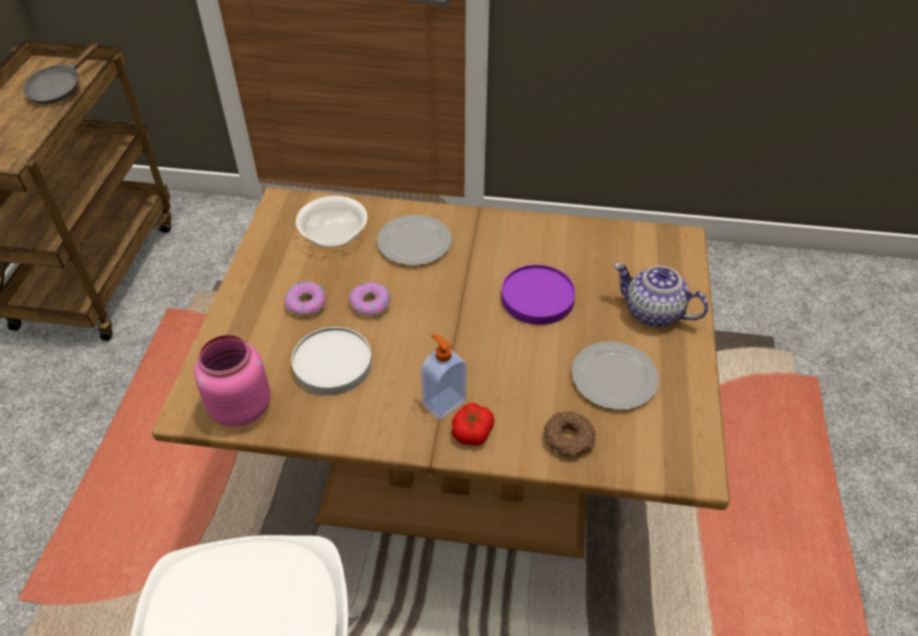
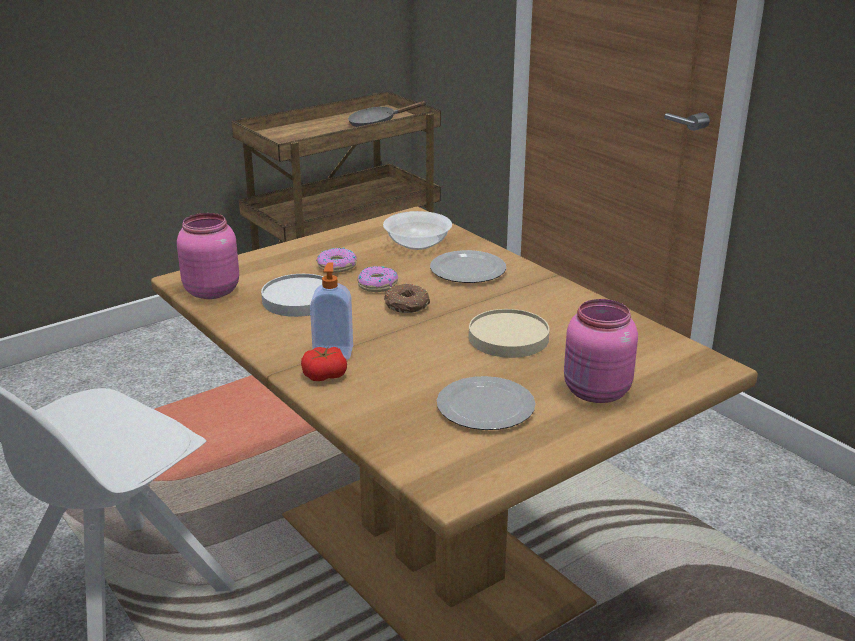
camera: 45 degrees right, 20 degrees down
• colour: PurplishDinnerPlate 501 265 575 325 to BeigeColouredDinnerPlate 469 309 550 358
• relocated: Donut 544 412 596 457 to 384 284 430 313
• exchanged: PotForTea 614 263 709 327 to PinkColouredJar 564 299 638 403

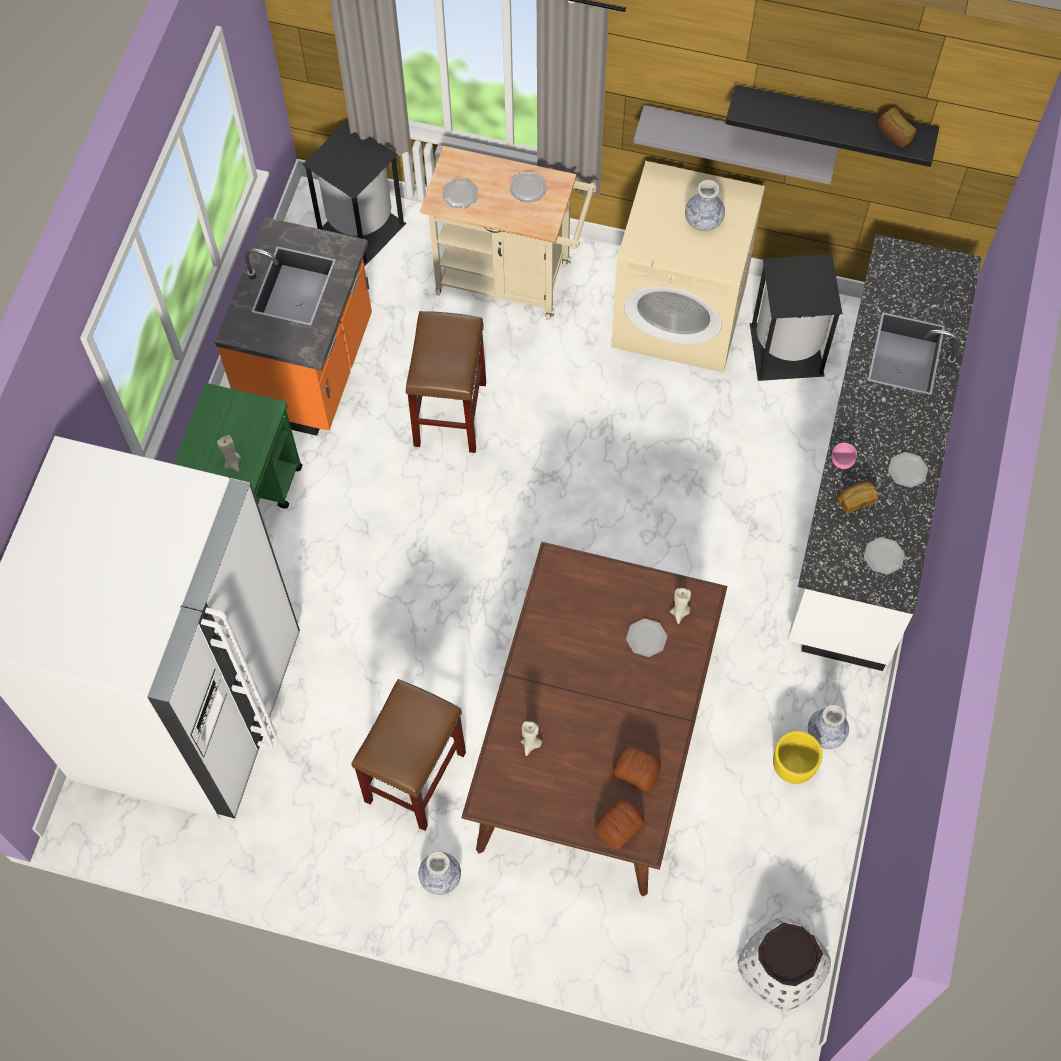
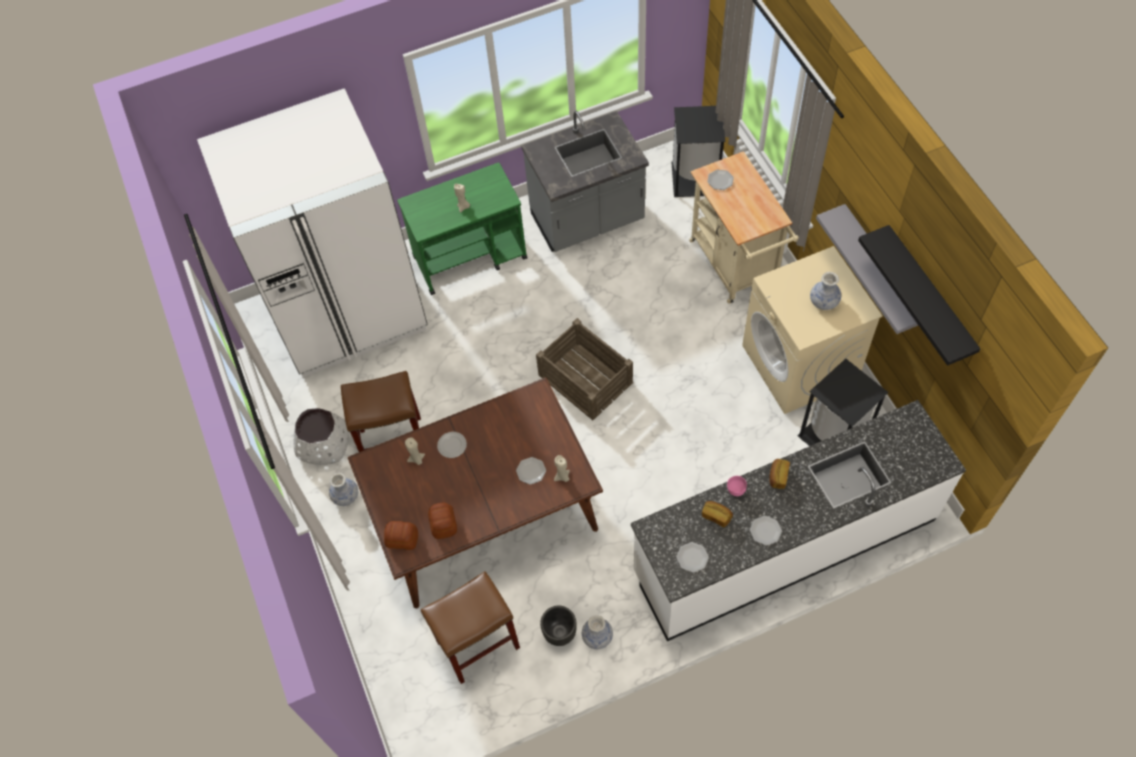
camera: 55 degrees right, 5 degrees down
• colour: OrangeColouredKitchenBaseUnit 215 217 372 436 to GreyishKitchenBaseUnit 521 111 649 252
• relocated: BrownStoolSeat 406 311 486 453 to 421 571 520 684
• relocated: DinnerPlate 510 172 547 202 to 437 432 467 458
• relocated: WhitishPlanter 737 917 831 1011 to 293 408 349 465
• colour: YellowPlanter 773 731 823 784 to BlackColouredPlanter 540 606 577 646
• relocated: BakedBread 878 108 916 147 to 769 459 790 489
• appeared: ShippingCrate 536 318 633 420

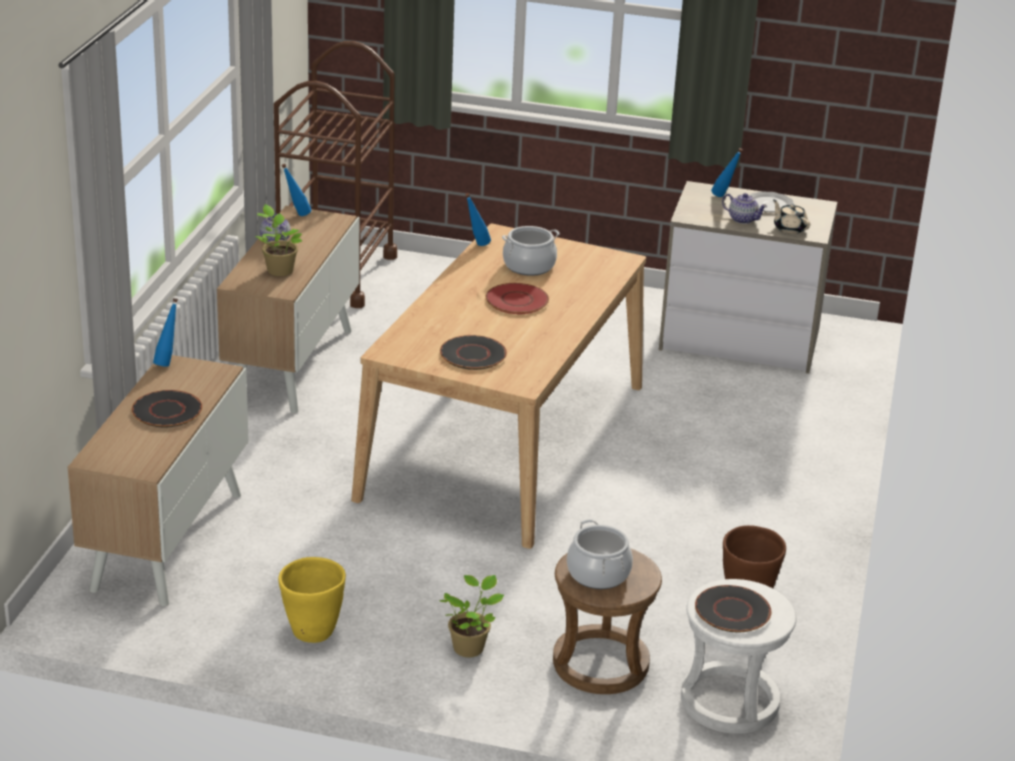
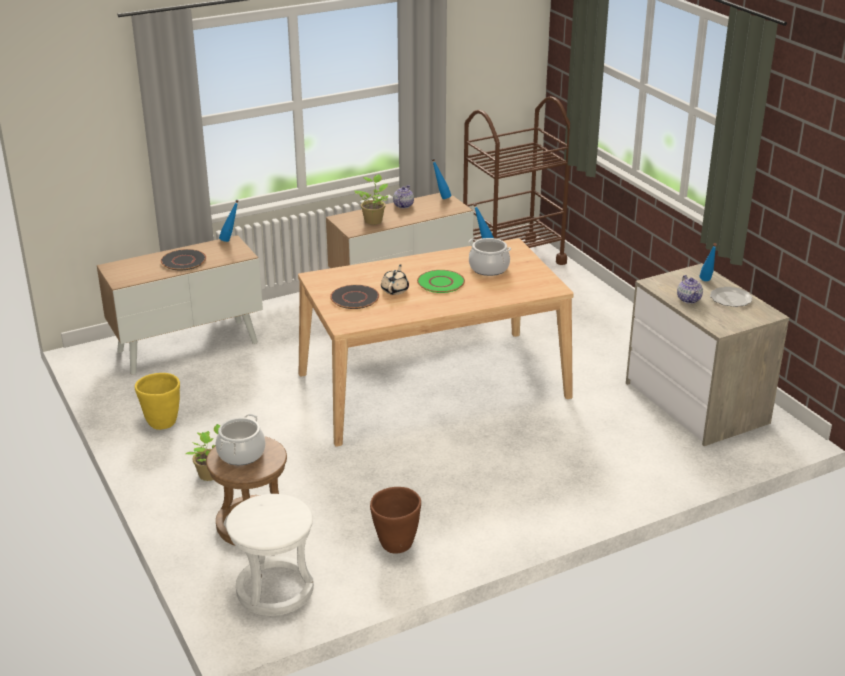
camera: 50 degrees right, 0 degrees up
• colour: RedDinnerPlate 486 283 549 314 to GreenDinnerPlate 417 270 465 293
• missing: BlackColouredDinnerPlate 695 585 771 632
• relocated: BeigeColouredPotForTea 773 199 810 234 to 381 264 409 295

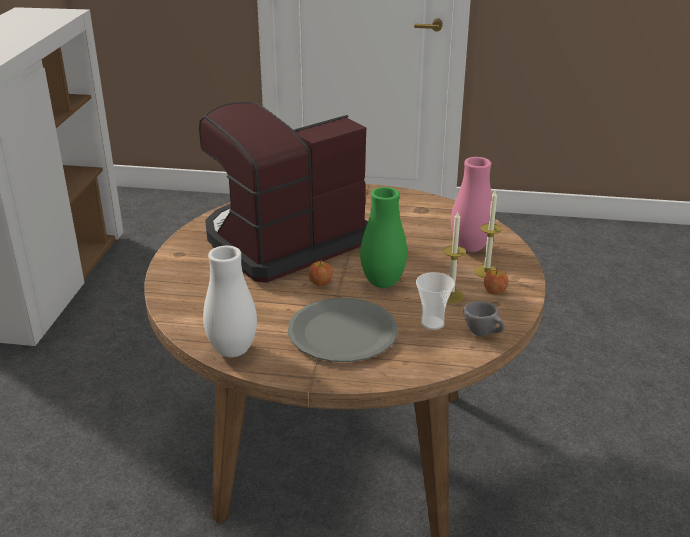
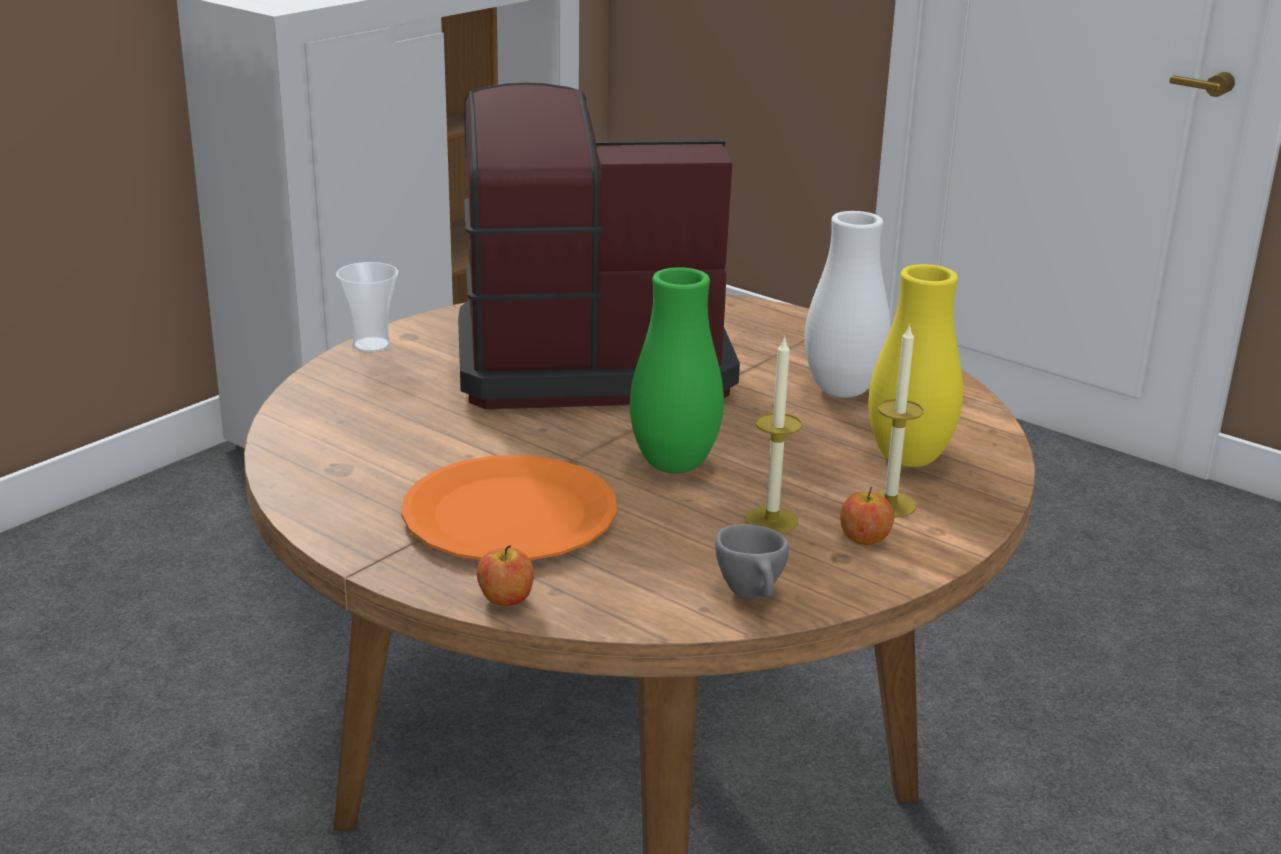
camera: 30 degrees right, 5 degrees down
• relocated: WhitishVase 203 246 257 357 to 805 211 890 398
• colour: GreyishDinnerPlate 288 298 398 362 to OrangeColouredDinnerPlate 401 455 617 560
• relocated: WholeApple 308 260 333 286 to 477 545 534 606
• relocated: Cup 416 272 455 330 to 336 262 398 353
• colour: PinkColouredVase 451 157 495 252 to YellowVase 869 264 963 467

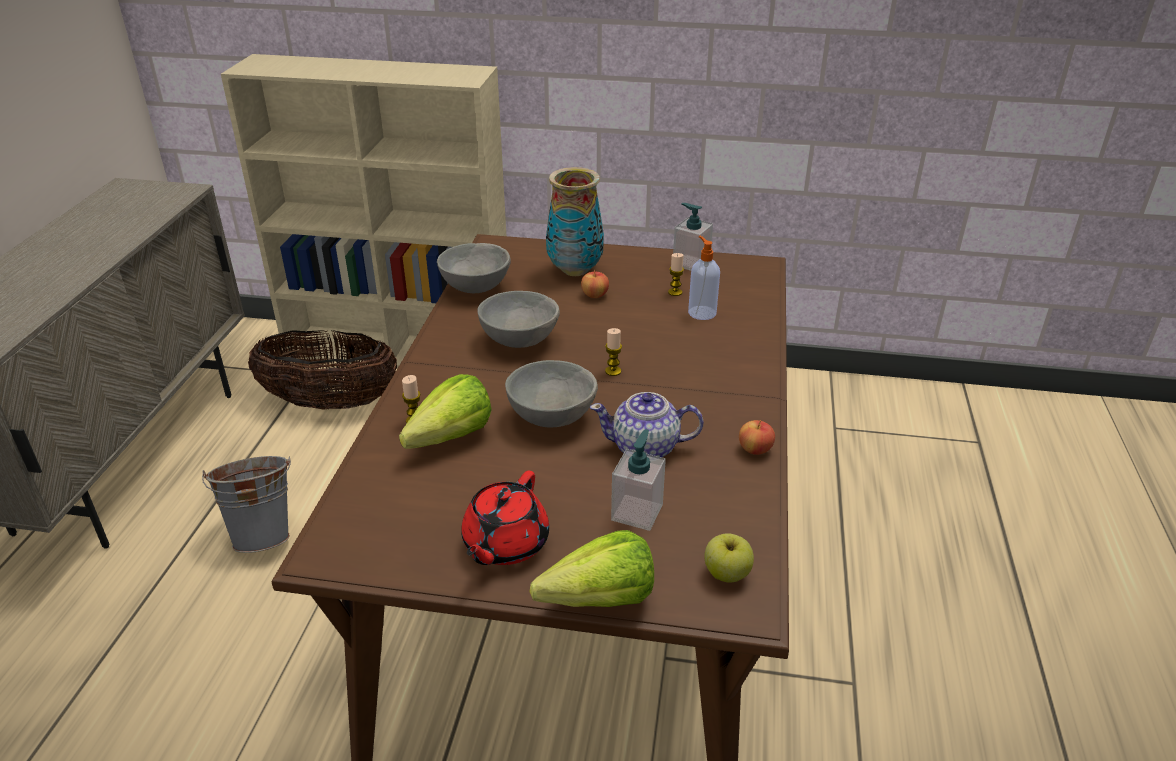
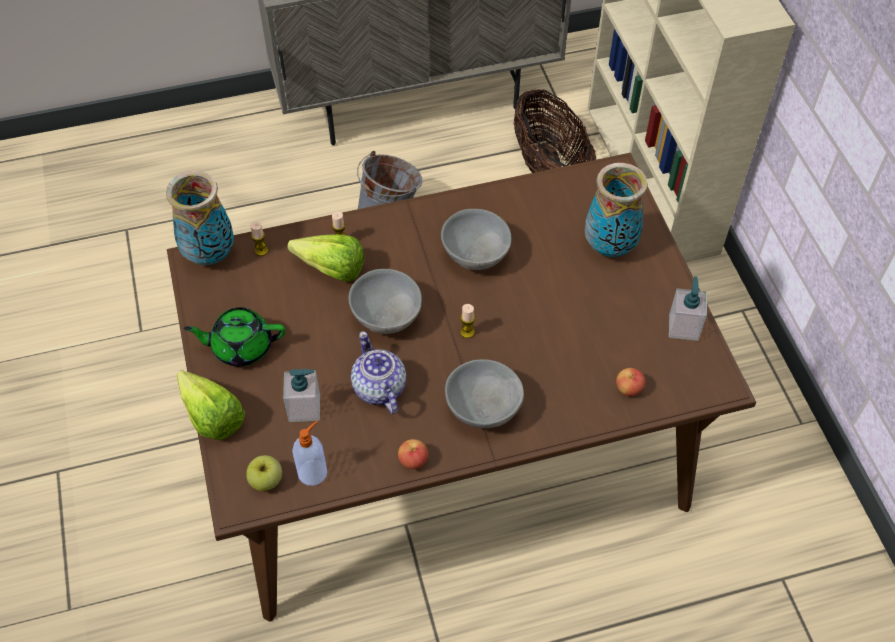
camera: 65 degrees right, 20 degrees up
• relocated: GreyishDeepDish 437 243 511 293 to 445 359 524 428
• colour: RedPotForTea 461 471 549 565 to GreenPotForTea 184 307 285 366
• relocated: WholeApple 581 270 609 298 to 616 368 645 396
• relocated: WaxCandle 668 253 684 296 to 250 222 268 256
• relocated: LiquidSoapBottle 688 236 720 320 to 292 421 327 486
• appeared: Vase 166 171 234 265

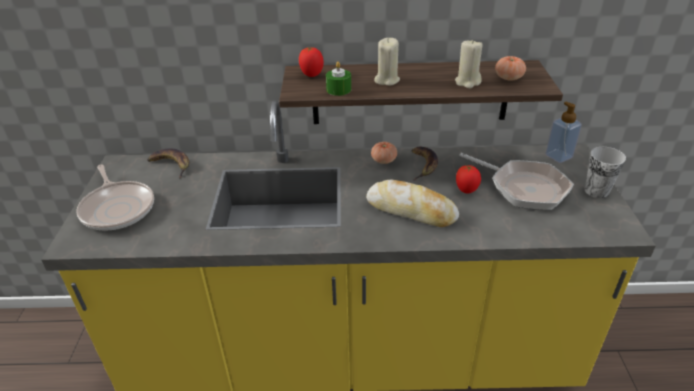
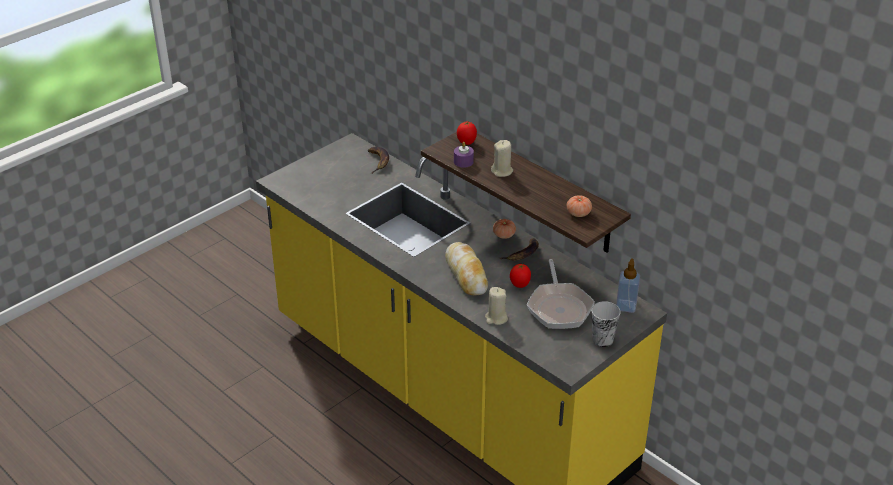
camera: 45 degrees right, 0 degrees up
• missing: Skillet 76 164 154 231
• colour: GreenWaxCandle 326 61 351 96 to PurplishWaxCandle 454 142 474 168
• relocated: BeigeColouredWaxCandle 455 39 483 89 to 485 287 508 325

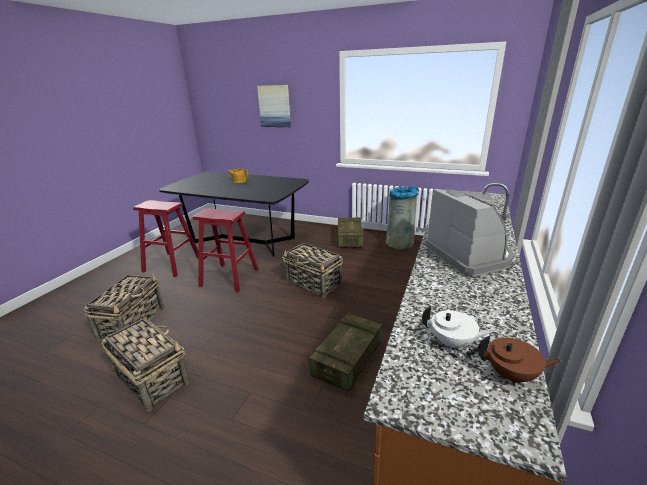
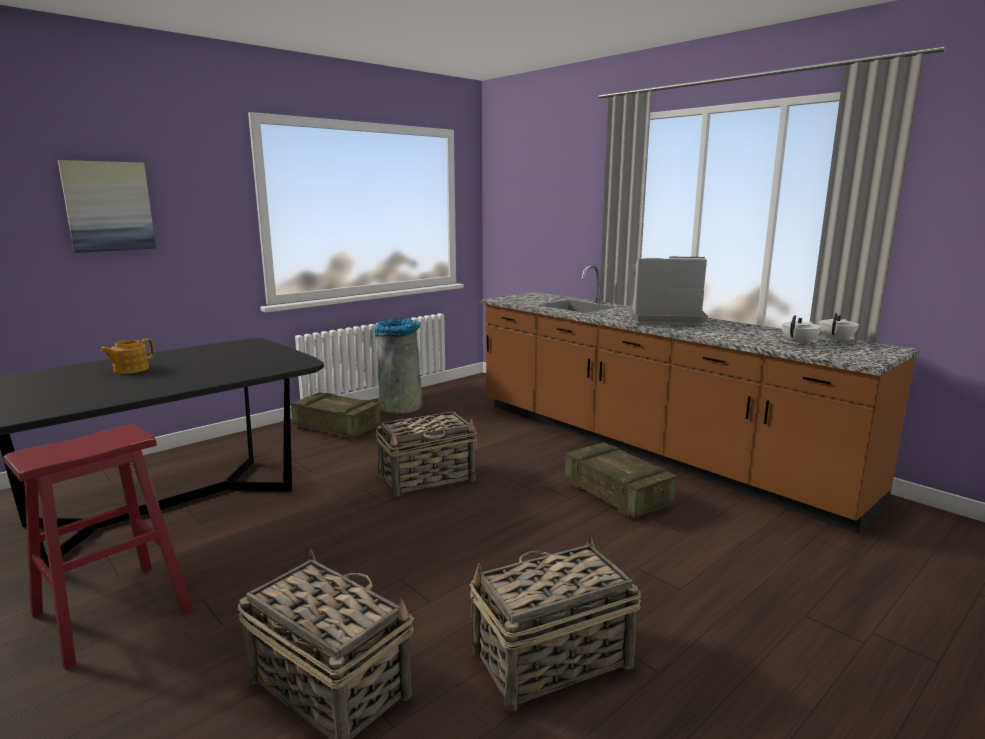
camera: 65 degrees left, 10 degrees down
• missing: RedStoolSeat 193 208 258 292
• colour: BrownPotForTea 478 336 561 385 to WhitishPotForTea 819 313 859 342

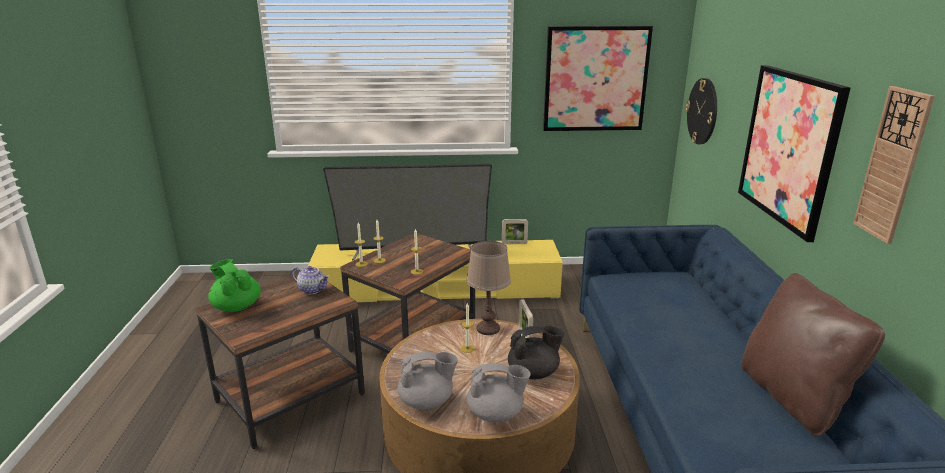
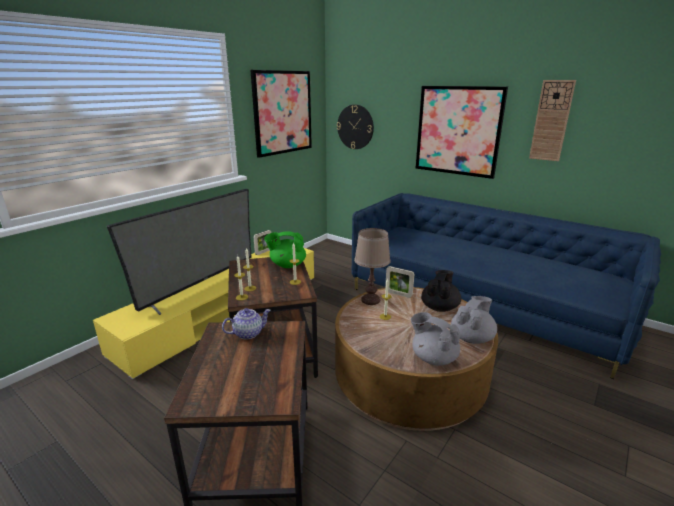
camera: 50 degrees left, 0 degrees up
• relocated: GreenPotForTea 208 259 261 312 to 264 232 306 268
• spun: GreyishPotForTea 397 352 458 410 = 411 312 460 366 75 degrees counterclockwise
• missing: BrownPillow 741 273 885 436

